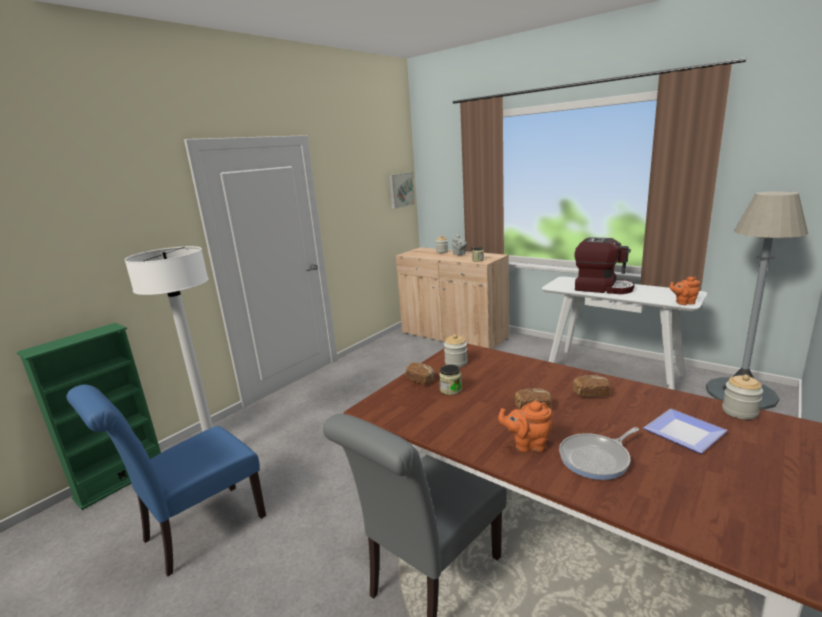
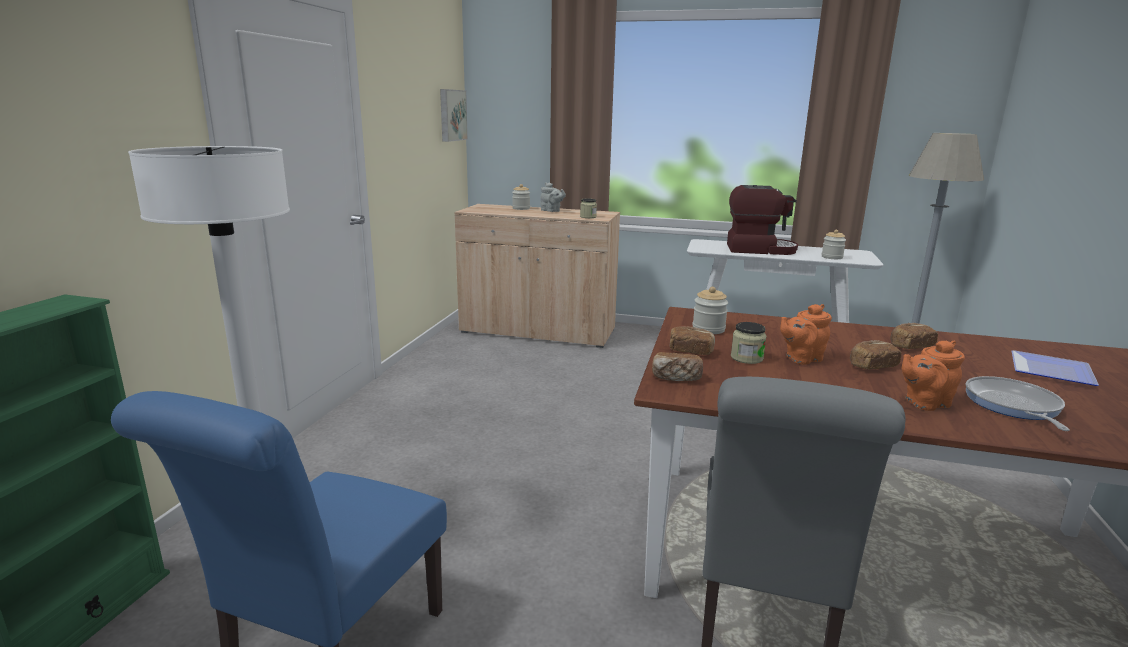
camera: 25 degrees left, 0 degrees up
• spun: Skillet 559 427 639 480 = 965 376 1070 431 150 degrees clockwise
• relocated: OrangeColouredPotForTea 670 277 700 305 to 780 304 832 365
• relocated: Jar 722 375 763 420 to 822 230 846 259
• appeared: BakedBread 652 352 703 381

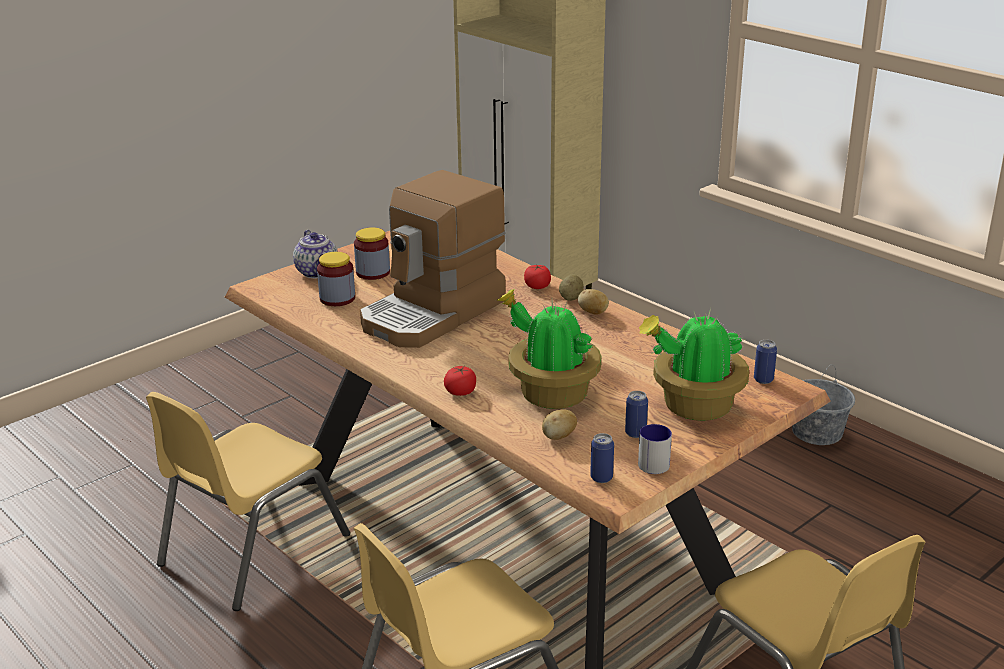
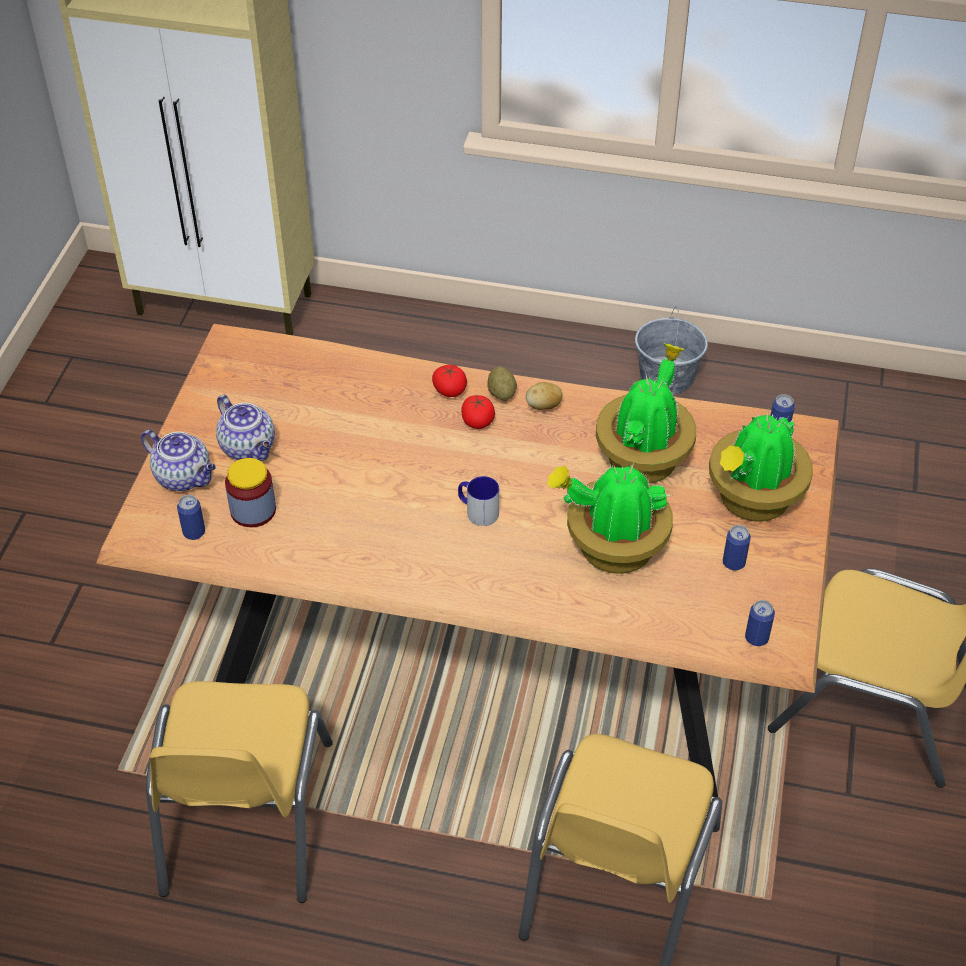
camera: 35 degrees left, 20 degrees up
• exchanged: Jar 354 227 390 280 to PotForTea 216 395 275 461
• missing: CoffeeBrewer 360 170 506 348
• relocated: FreshTomato 444 366 476 396 to 461 395 495 429
• missing: WholePotato 542 409 577 440
• relocated: CoffeeMug 638 424 672 474 to 458 476 499 526
• appeared: SealedCan 177 495 205 540
• appeared: Houseplant 596 343 696 484

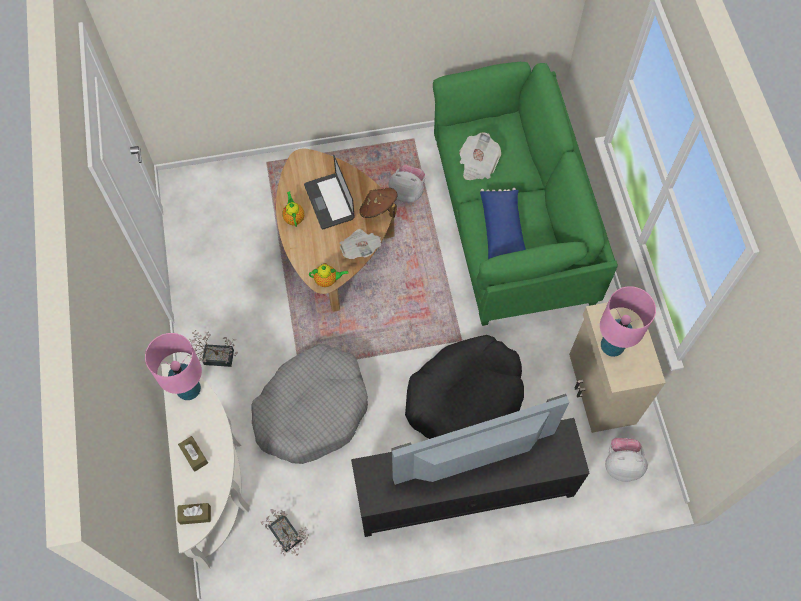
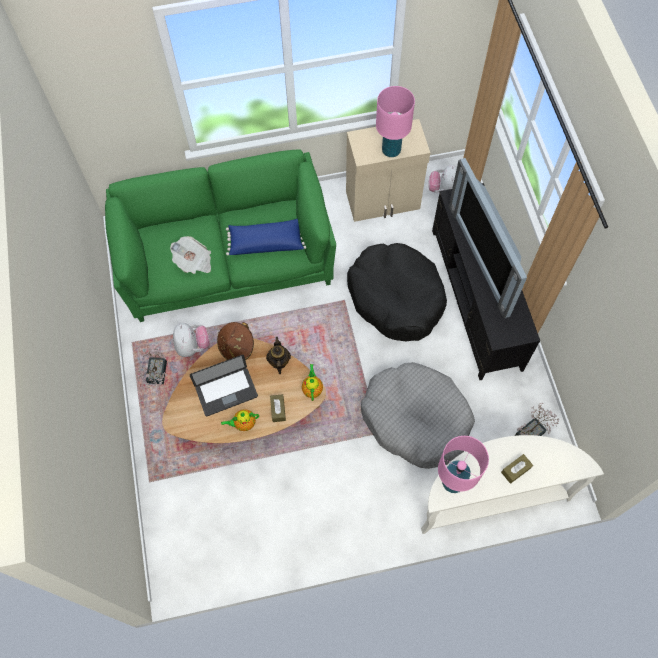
camera: 90 degrees left, 0 degrees up
• relocated: BrownBoxOfTissues 177 503 211 525 to 270 394 286 422
• relocated: Houseplant 188 330 238 367 to 136 347 167 388
• exchanged: Newspaper 340 229 381 259 to PotForTea 266 337 291 374
• spun: SoftToy 388 165 425 203 = 173 323 210 357 150 degrees clockwise

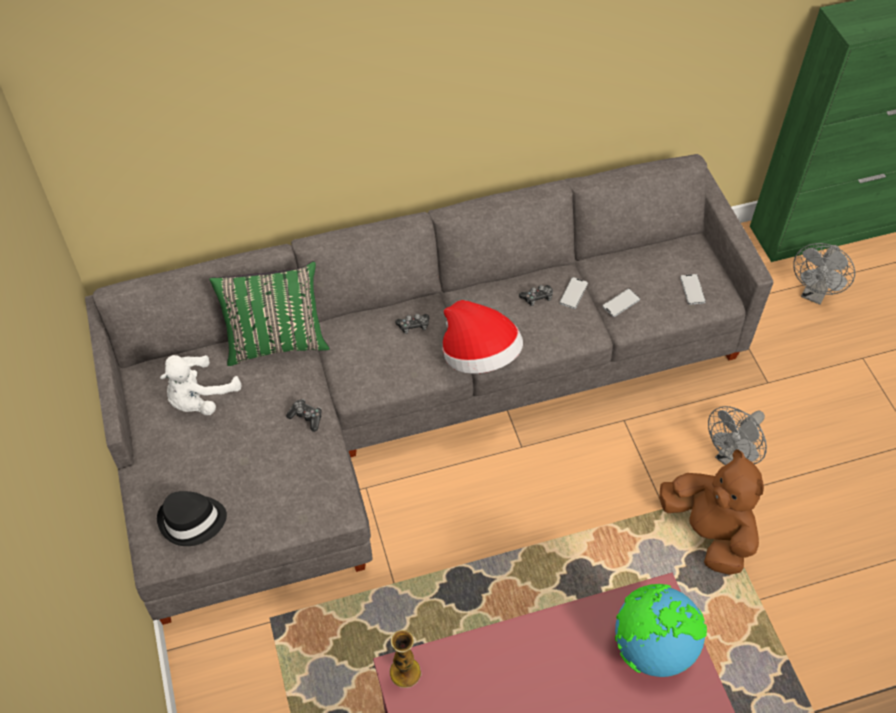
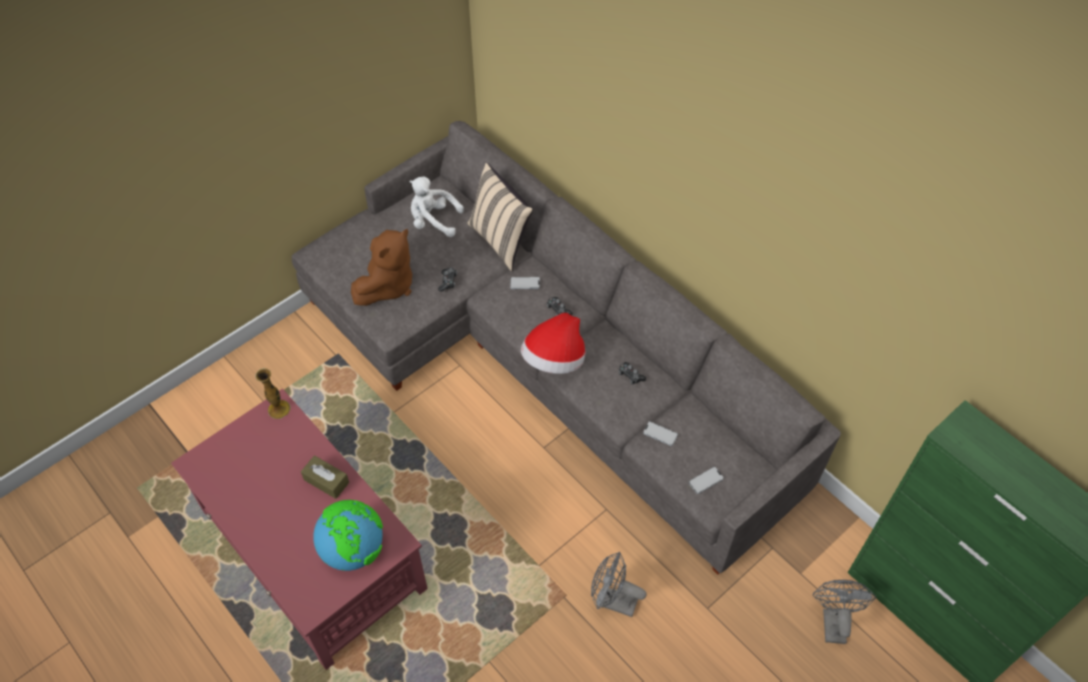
camera: 65 degrees right, 0 degrees up
• missing: BlackColouredHat 157 491 227 546
• colour: GreenPillow 209 261 330 366 to BeigeColouredPillow 467 163 533 271
• relocated: Phone 559 277 588 309 to 510 277 540 289
• relocated: BrownSoftToy 659 449 764 575 to 351 229 412 306
• spun: GreyishFan 793 243 855 305 = 812 580 876 644 90 degrees clockwise
• appeared: BrownBoxOfTissues 301 455 349 499

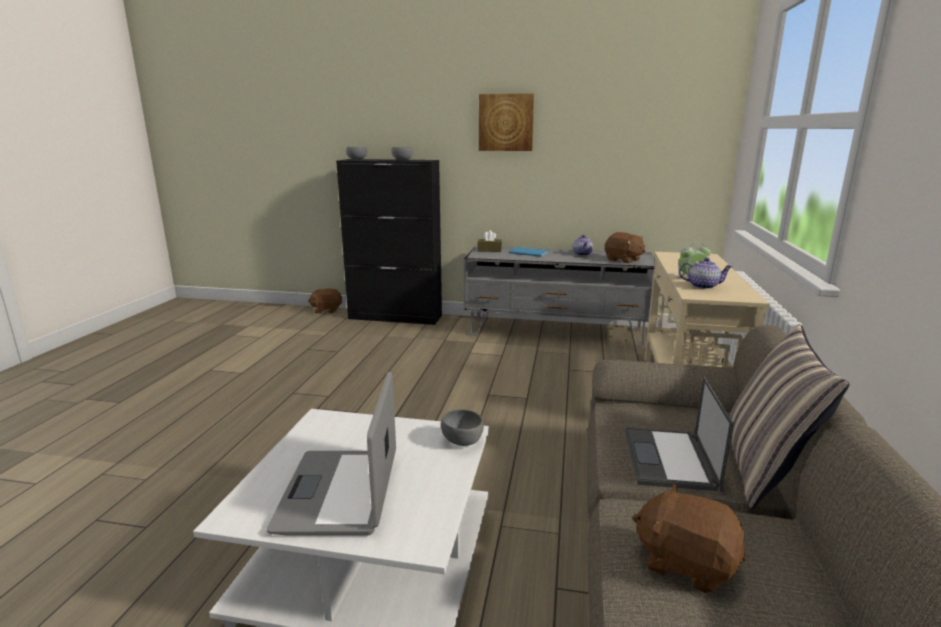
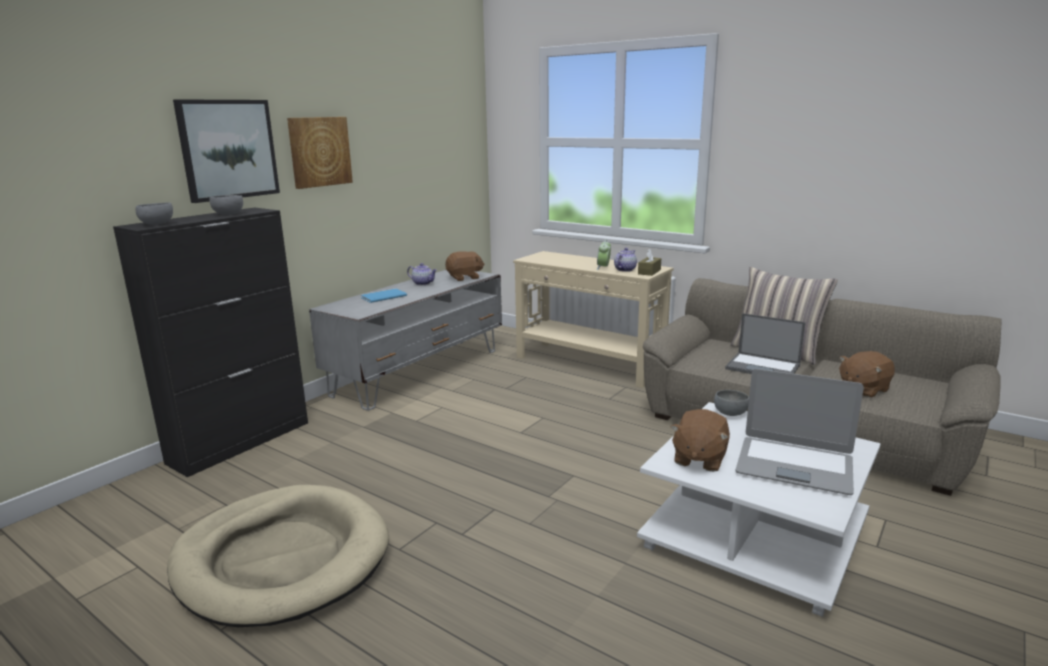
camera: 65 degrees left, 0 degrees up
• relocated: BrownSoftToy 308 288 342 314 to 670 409 730 472
• relocated: BrownBoxOfTissues 477 230 502 252 to 638 248 661 276
• appeared: BeigeColouredPetBed 167 485 389 627
• appeared: Picture 173 99 280 203

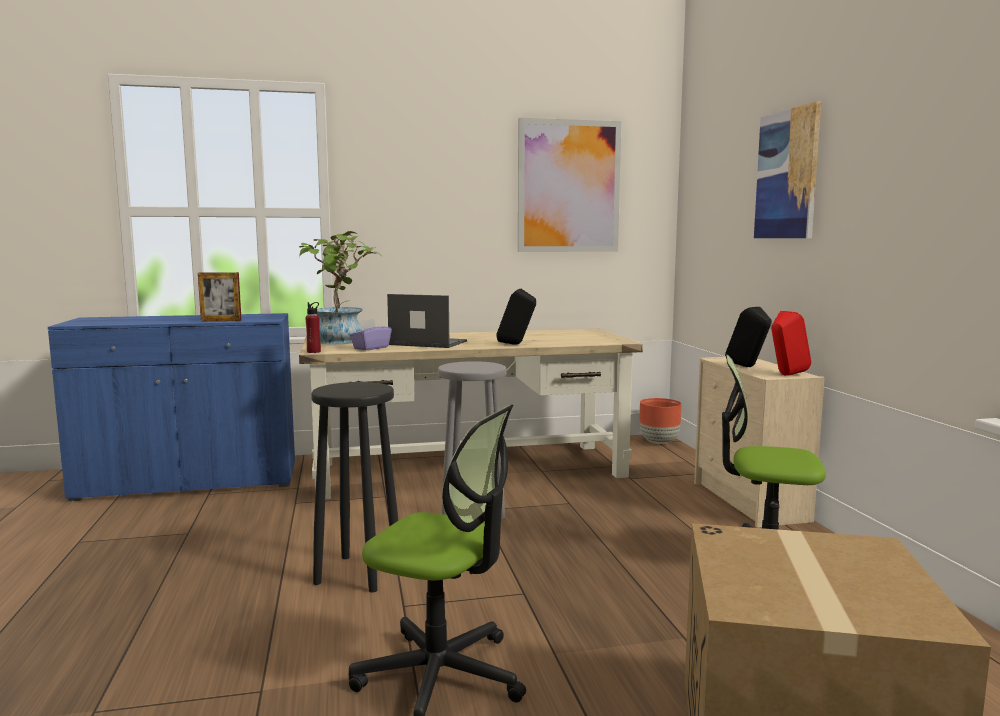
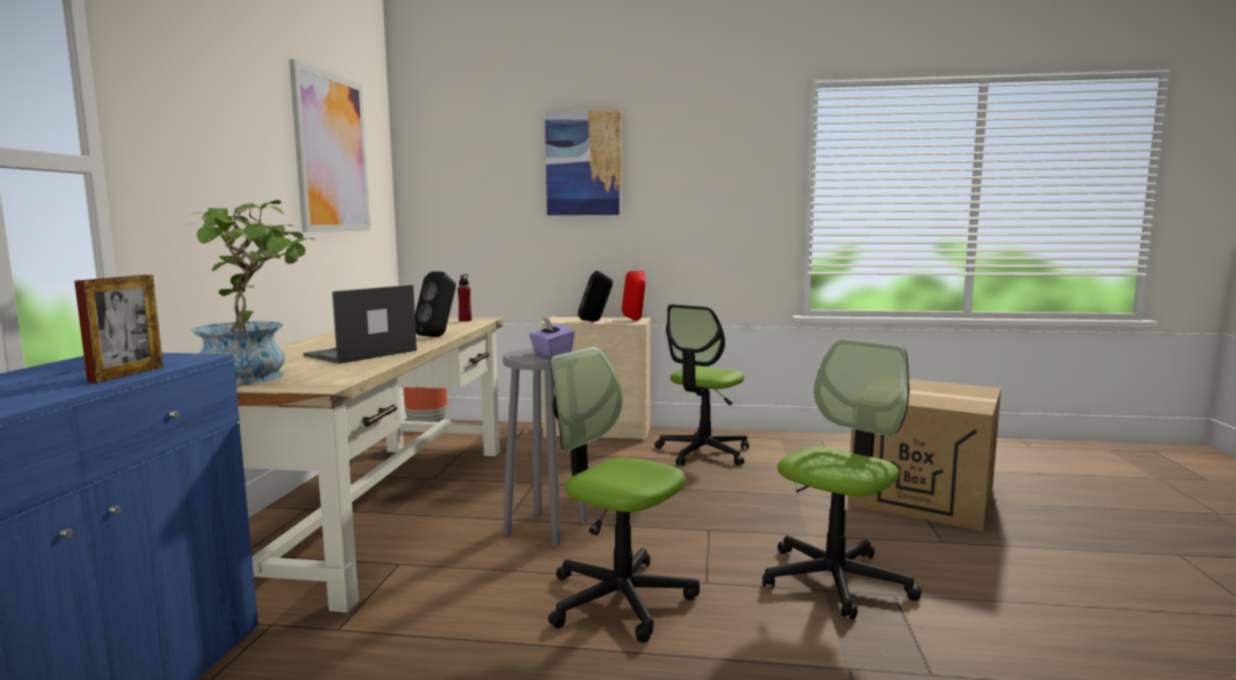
camera: 70 degrees left, 0 degrees up
• relocated: RedBeverageBottle 306 302 321 353 to 458 274 472 322
• exchanged: BlackColouredStoolSeat 311 382 398 592 to OfficeChair 548 347 700 643
• relocated: PurplishBoxOfTissues 349 319 392 350 to 529 317 574 358

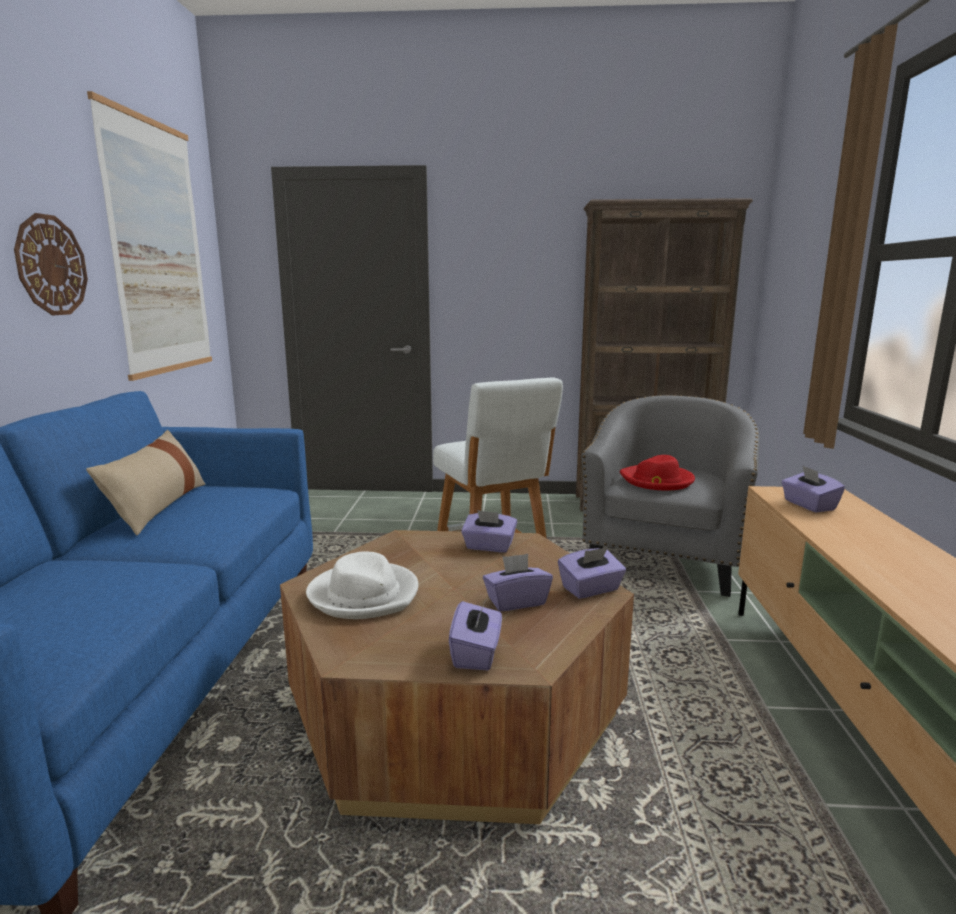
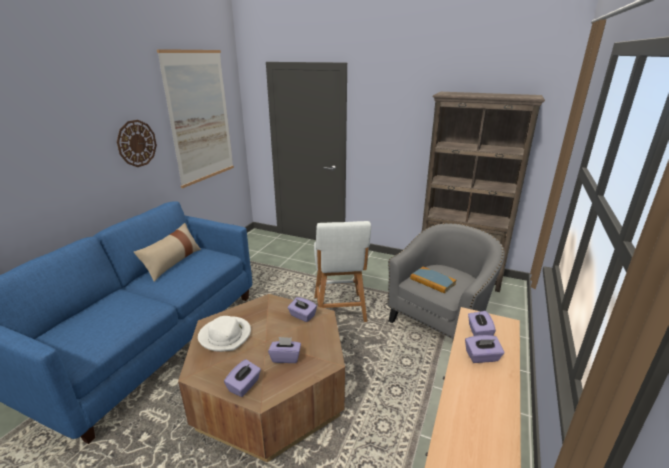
camera: 20 degrees right, 10 degrees up
• relocated: PurplishBoxOfTissues 558 547 626 599 to 465 335 504 363
• exchanged: RedHat 620 455 695 491 to BoundBook 410 267 456 294

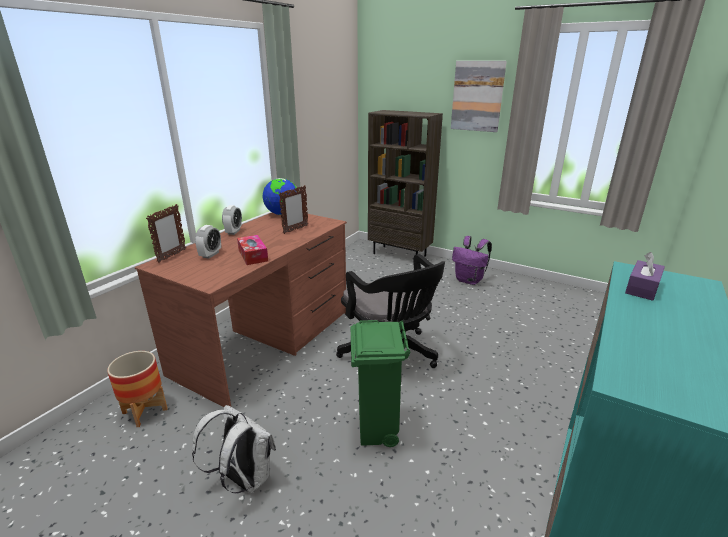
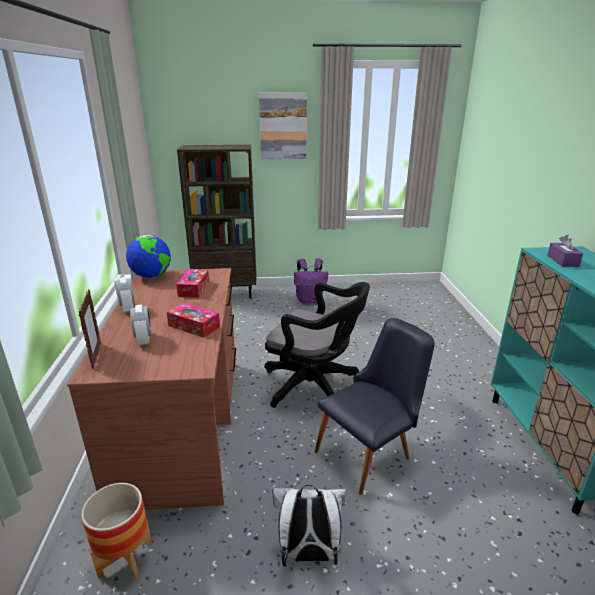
camera: 35 degrees left, 0 degrees up
• exchanged: PhotoFrame 279 185 308 234 to BoxOfTissues 176 269 209 298
• exchanged: GreenRubbishBin 351 320 410 447 to BlackColouredPlainChair 315 318 435 495

